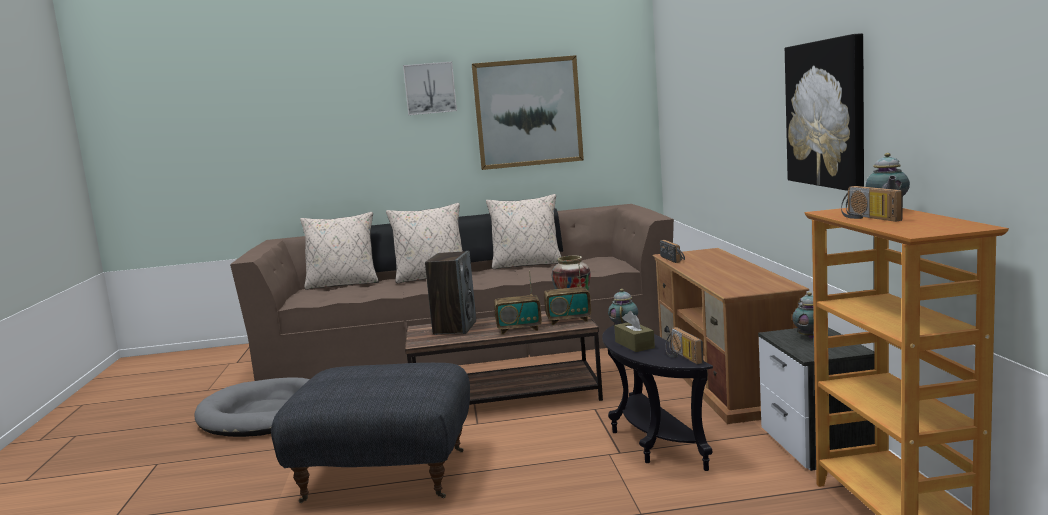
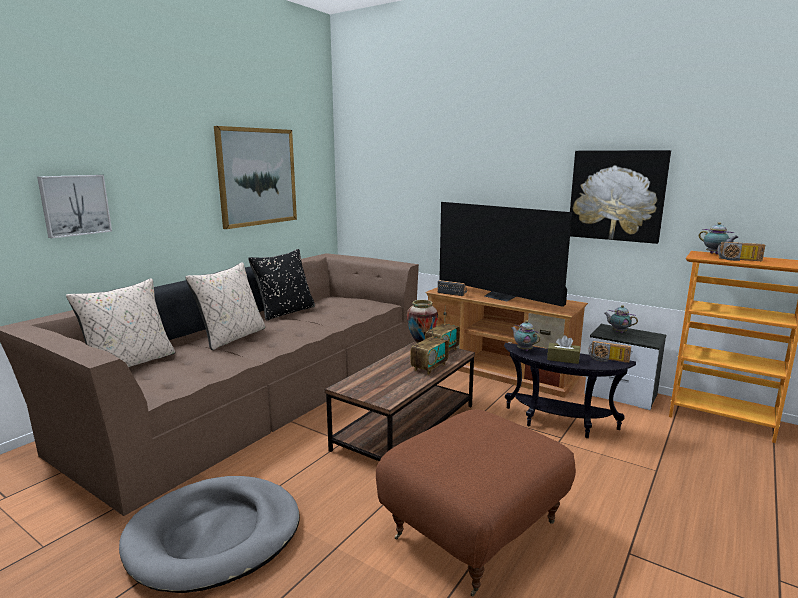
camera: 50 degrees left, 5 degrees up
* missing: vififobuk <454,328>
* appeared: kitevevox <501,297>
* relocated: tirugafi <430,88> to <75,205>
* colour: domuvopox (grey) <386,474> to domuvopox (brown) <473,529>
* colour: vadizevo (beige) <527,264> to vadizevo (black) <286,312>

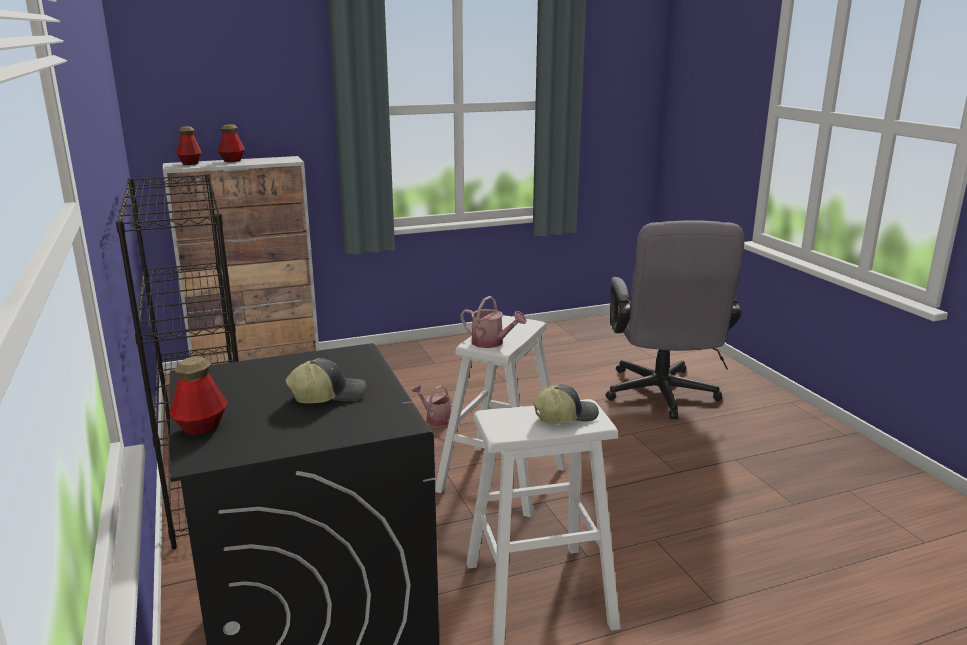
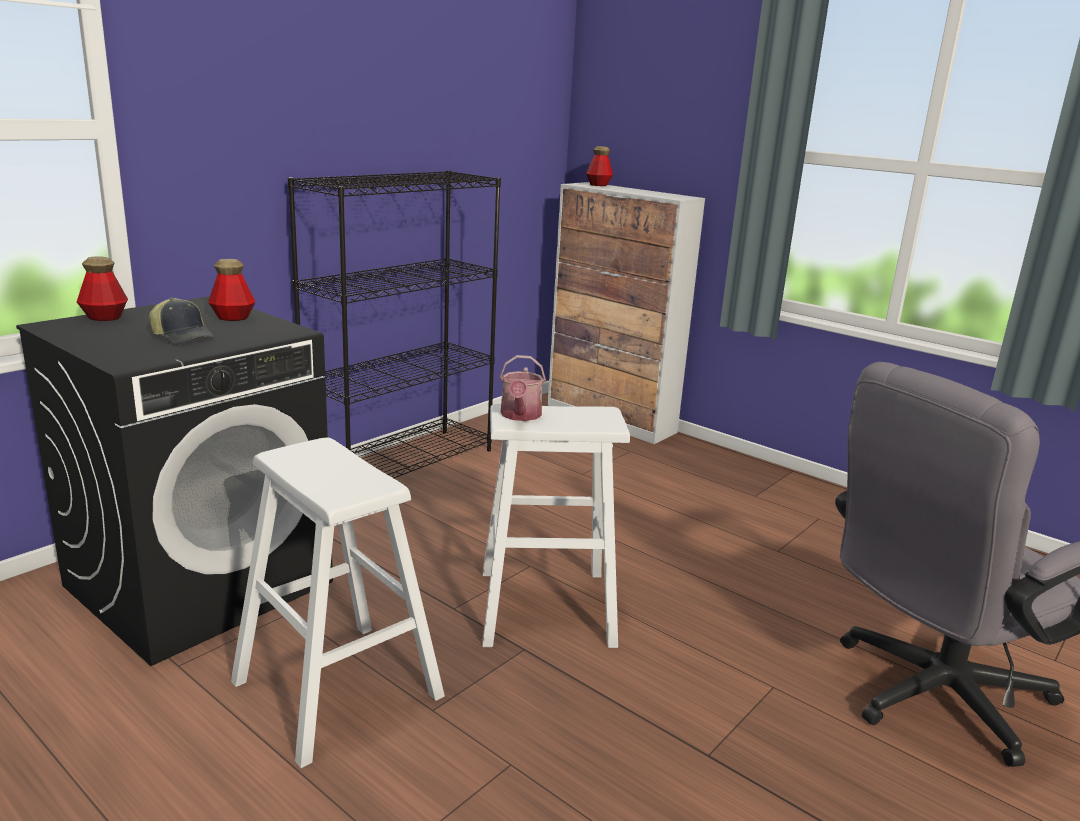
camera: 60 degrees right, 0 degrees up
* missing: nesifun <435,418>
* missing: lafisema <565,415>
* relocated: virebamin <232,160> to <233,317>

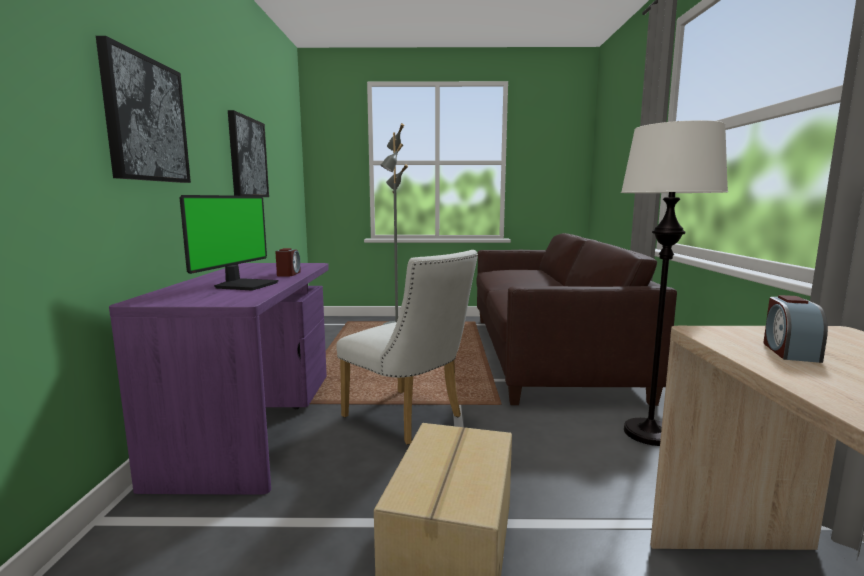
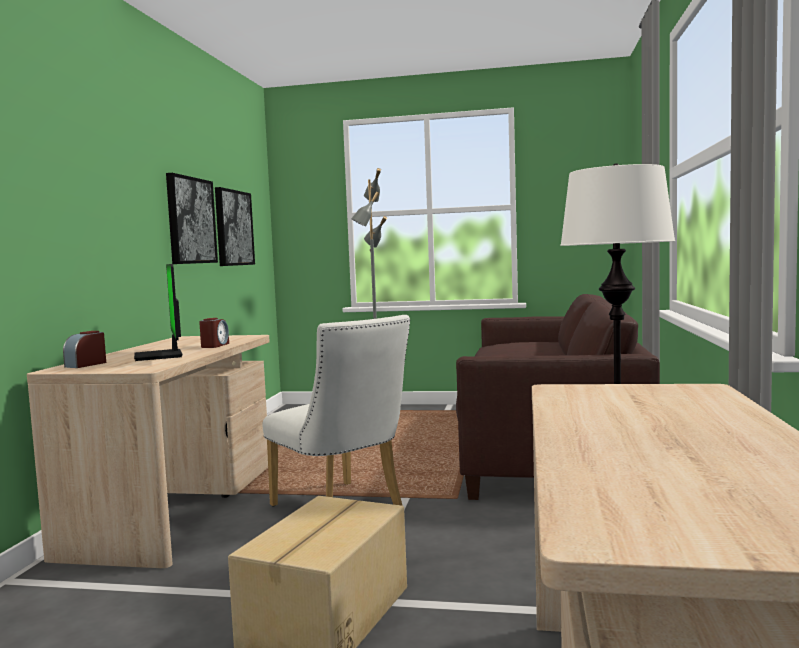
camera: 10 degrees right, 5 degrees down
* relocated: tirugafi <145,120> to <233,228>
* relocated: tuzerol <789,351> to <86,364>
* colour: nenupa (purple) <255,423> to nenupa (beige) <178,509>
* spun: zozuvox <245,285> = <161,356> 135 degrees clockwise

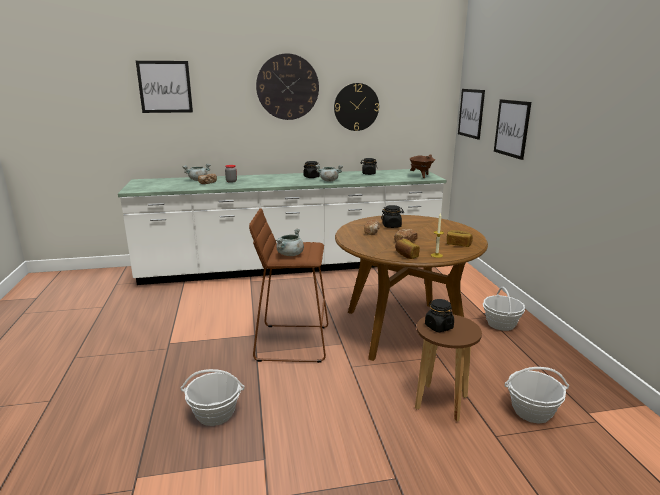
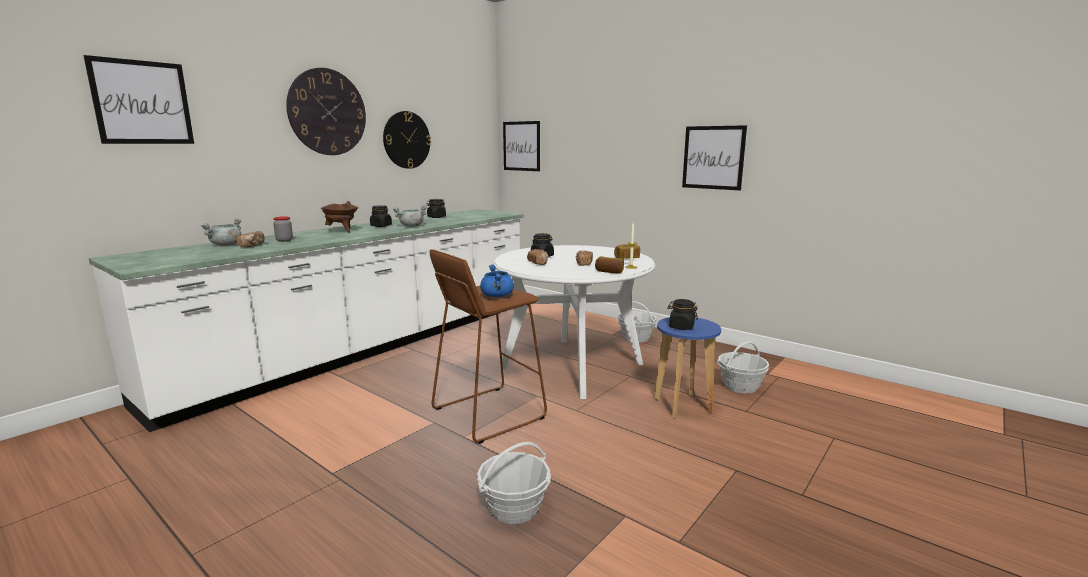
camera: 40 degrees left, 5 degrees down
* relocated: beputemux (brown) <420,176> to <342,231>
* relocated: tirugafi <511,128> to <713,157>
* colour: beputemux (grey) <290,255> to beputemux (blue) <497,296>
* colour: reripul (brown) <403,329> to reripul (white) <572,366>
* colour: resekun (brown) <441,403> to resekun (blue) <683,406>

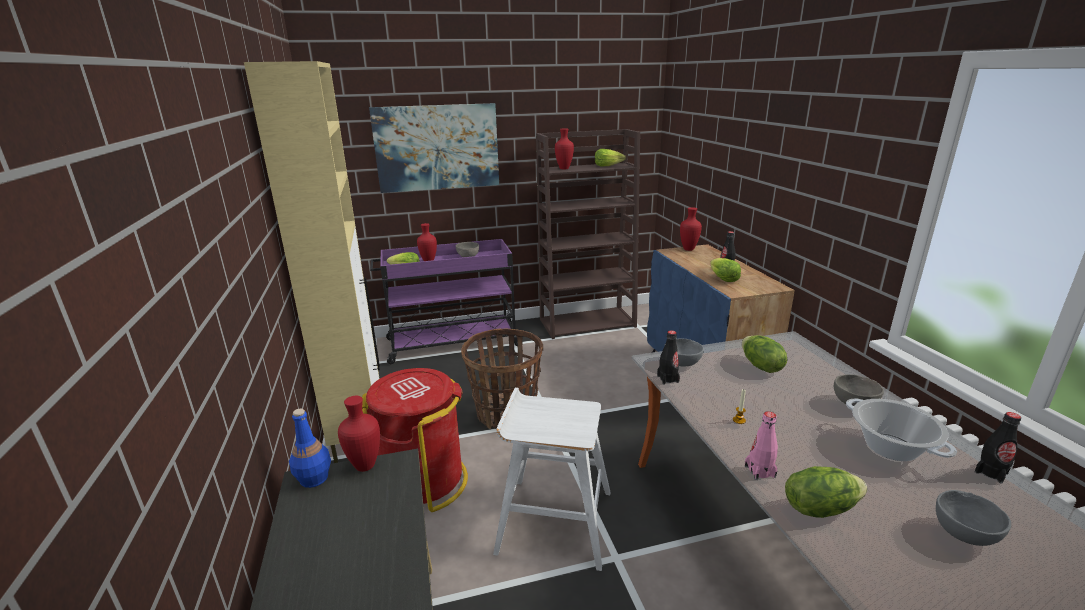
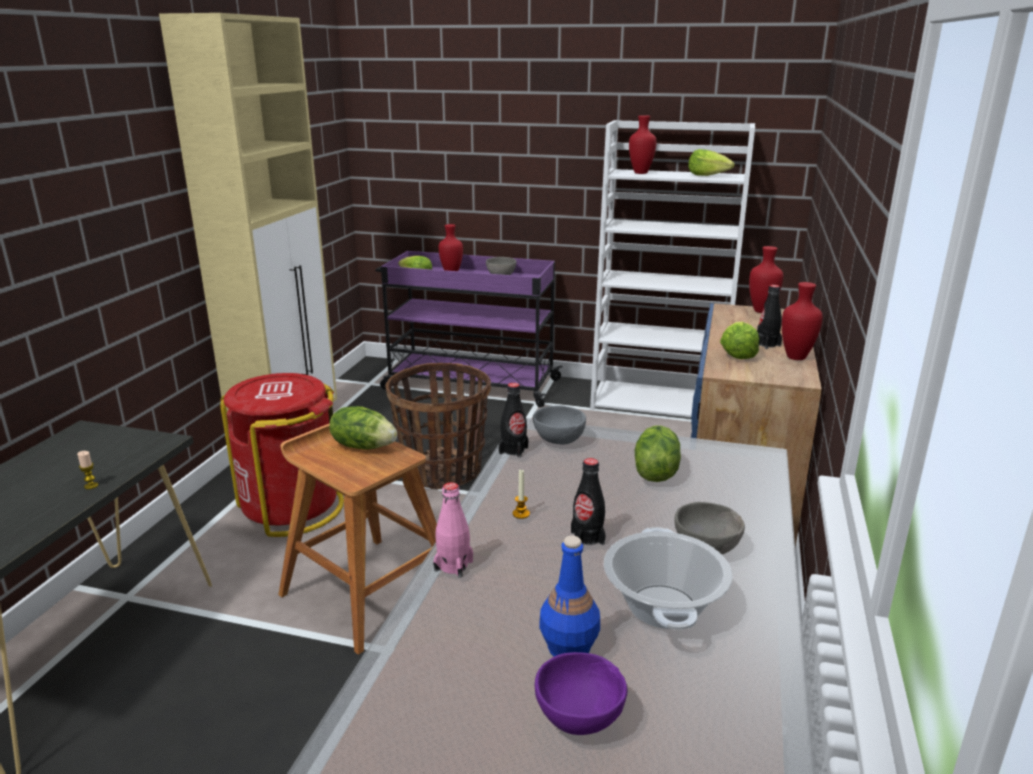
camera: 30 degrees right, 0 degrees up
* missing: tirugafi <437,147>
* appeared: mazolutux <91,486>
* relocated: virebamin (blue) <313,478> to <568,647>
* relocated: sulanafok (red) <364,465> to <795,357>
* relocated: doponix <819,508> to <363,446>
* relocated: virebamin (black) <991,473> to <587,538>
* colour: resekun (white) <554,521> to resekun (brown) <368,590>
* colour: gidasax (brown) <588,322> to gidasax (white) <659,402>
* colour: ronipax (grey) <965,534> to ronipax (purple) <580,719>

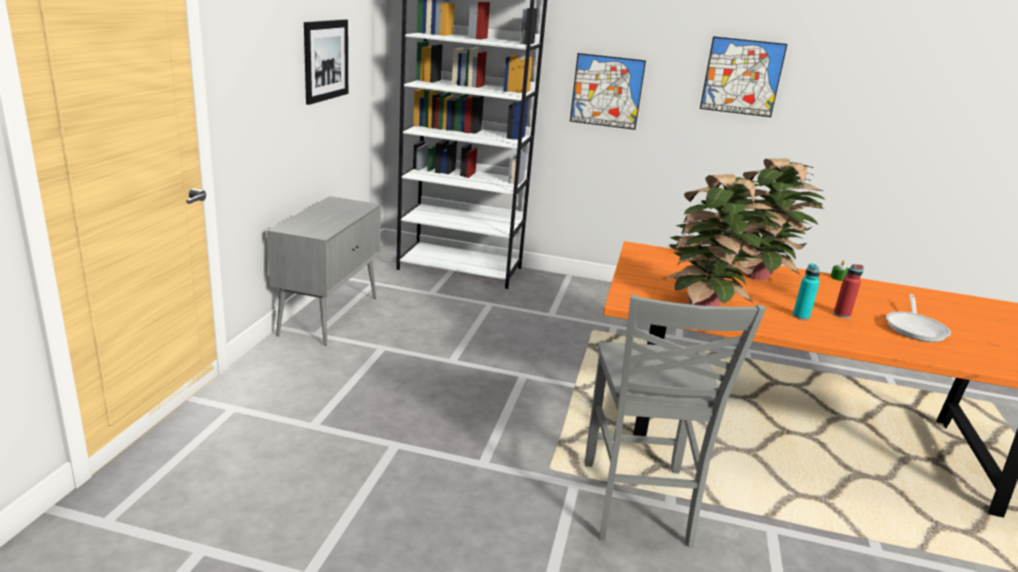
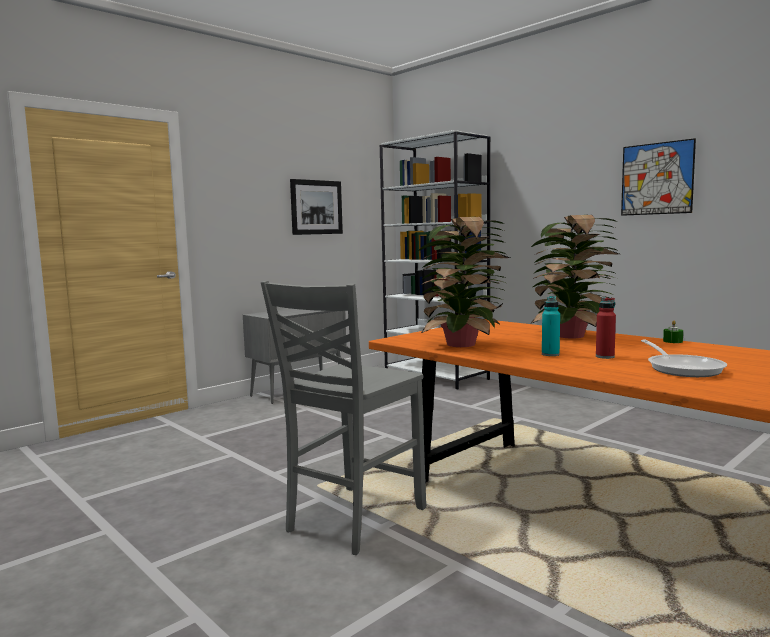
camera: 35 degrees right, 15 degrees down
* missing: tirugafi <606,91>
* spun: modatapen <915,328> = <682,368> 60 degrees counterclockwise

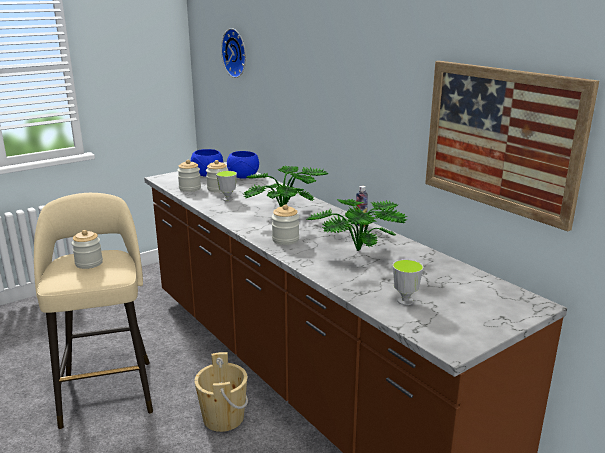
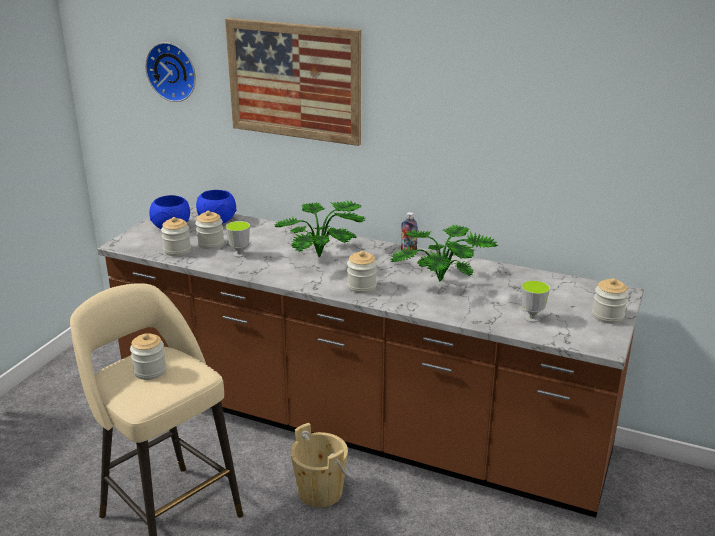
camera: 30 degrees left, 5 degrees up
* appeared: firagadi <607,316>
* relocated: tirugafi <501,139> to <294,81>

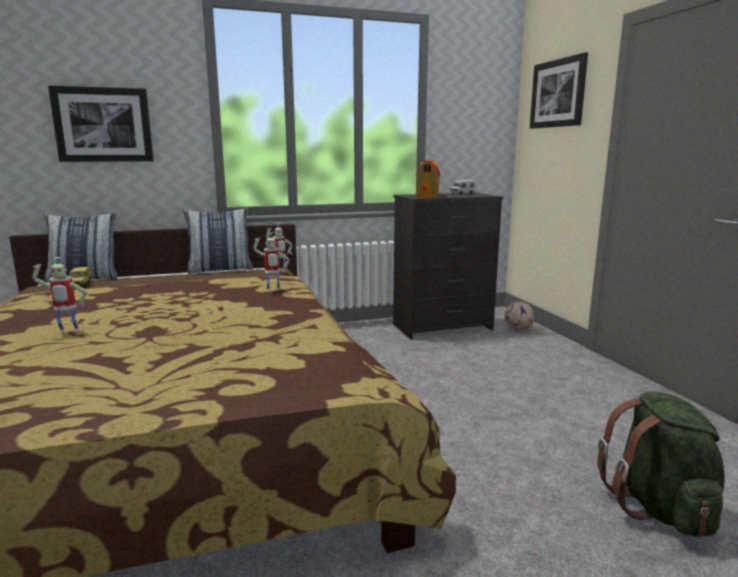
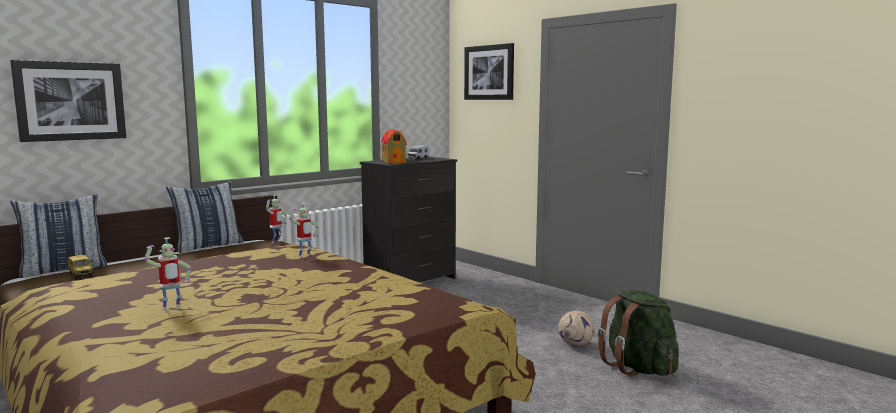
camera: 25 degrees left, 5 degrees down
* relocated: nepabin <518,329> to <576,345>

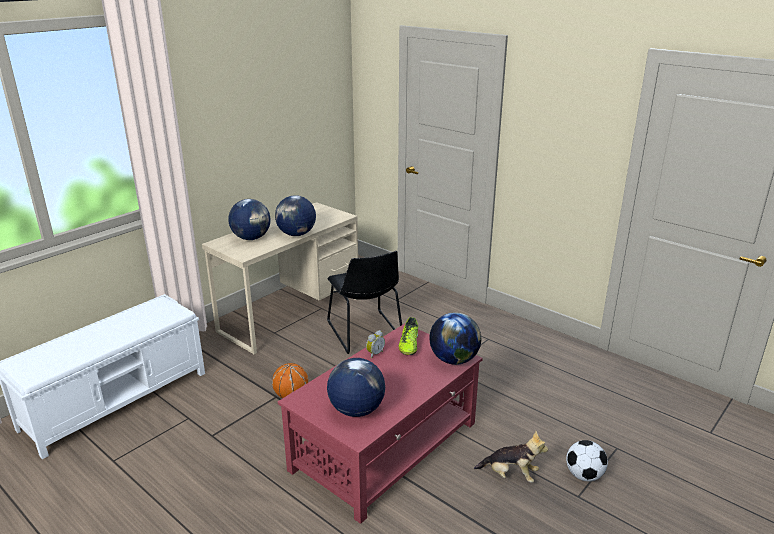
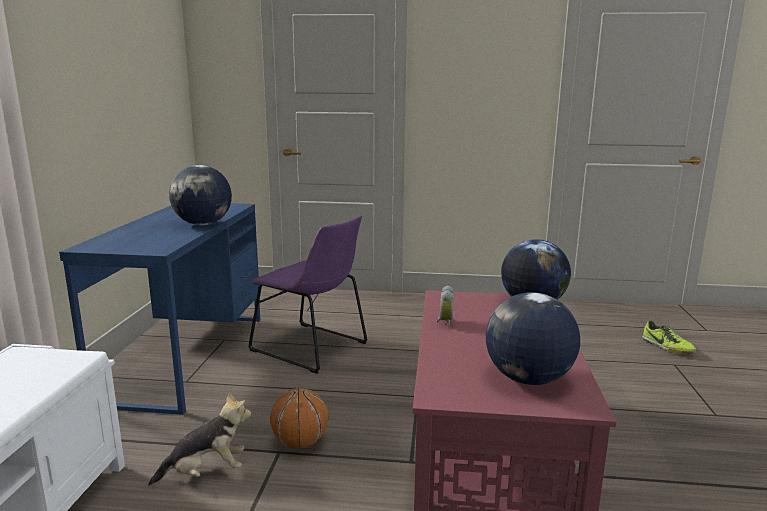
camera: 35 degrees left, 10 degrees down
* missing: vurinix <251,238>
* missing: nepabin <584,475>
* relocated: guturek <409,345> to <667,347>
* relocated: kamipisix <510,475> to <206,472>
* colour: nenupa (beige) <290,314> to nenupa (blue) <188,356>
* colour: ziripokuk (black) <365,333> to ziripokuk (purple) <312,348>

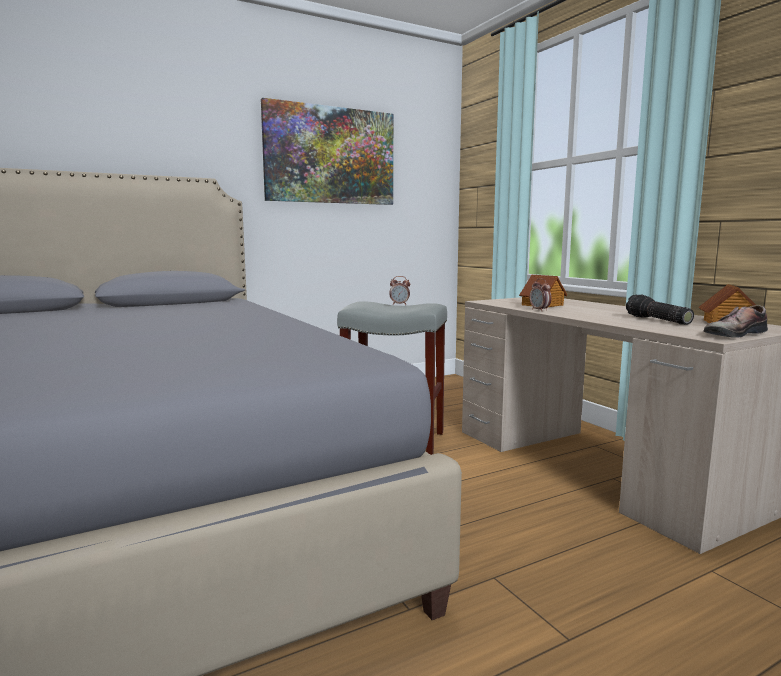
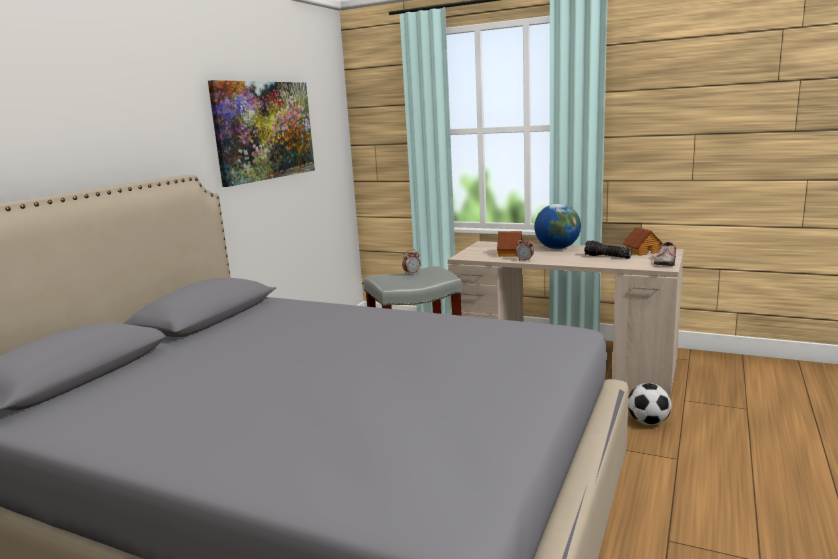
camera: 35 degrees left, 5 degrees up
* appeared: vurinix <557,248>
* appeared: nepabin <648,422>

